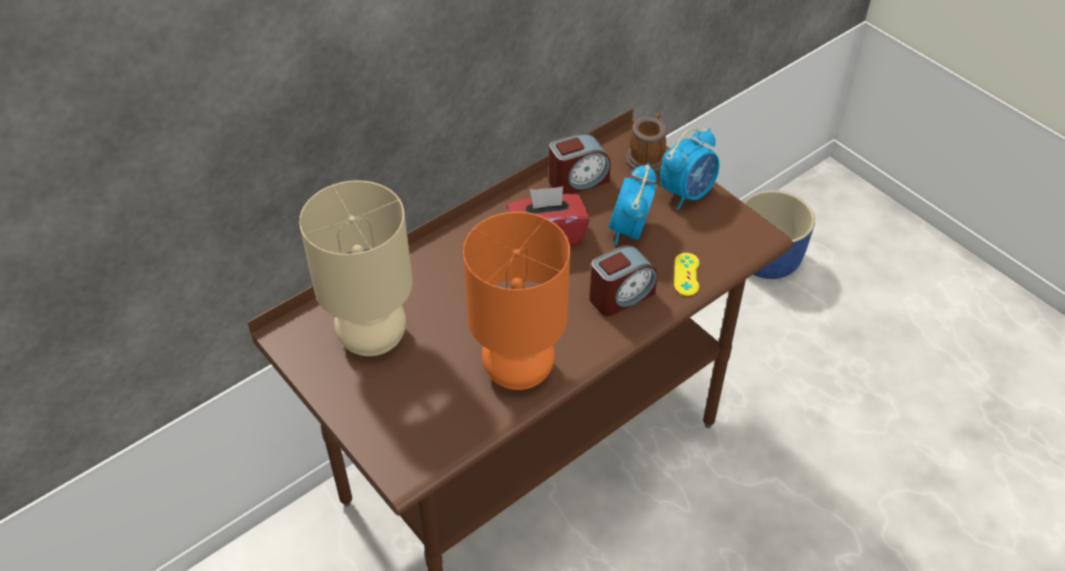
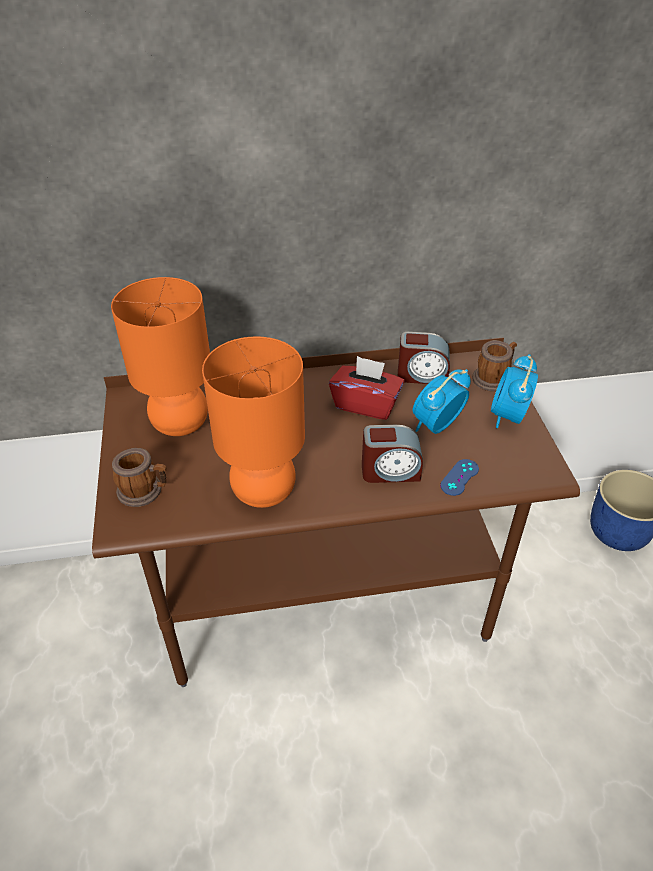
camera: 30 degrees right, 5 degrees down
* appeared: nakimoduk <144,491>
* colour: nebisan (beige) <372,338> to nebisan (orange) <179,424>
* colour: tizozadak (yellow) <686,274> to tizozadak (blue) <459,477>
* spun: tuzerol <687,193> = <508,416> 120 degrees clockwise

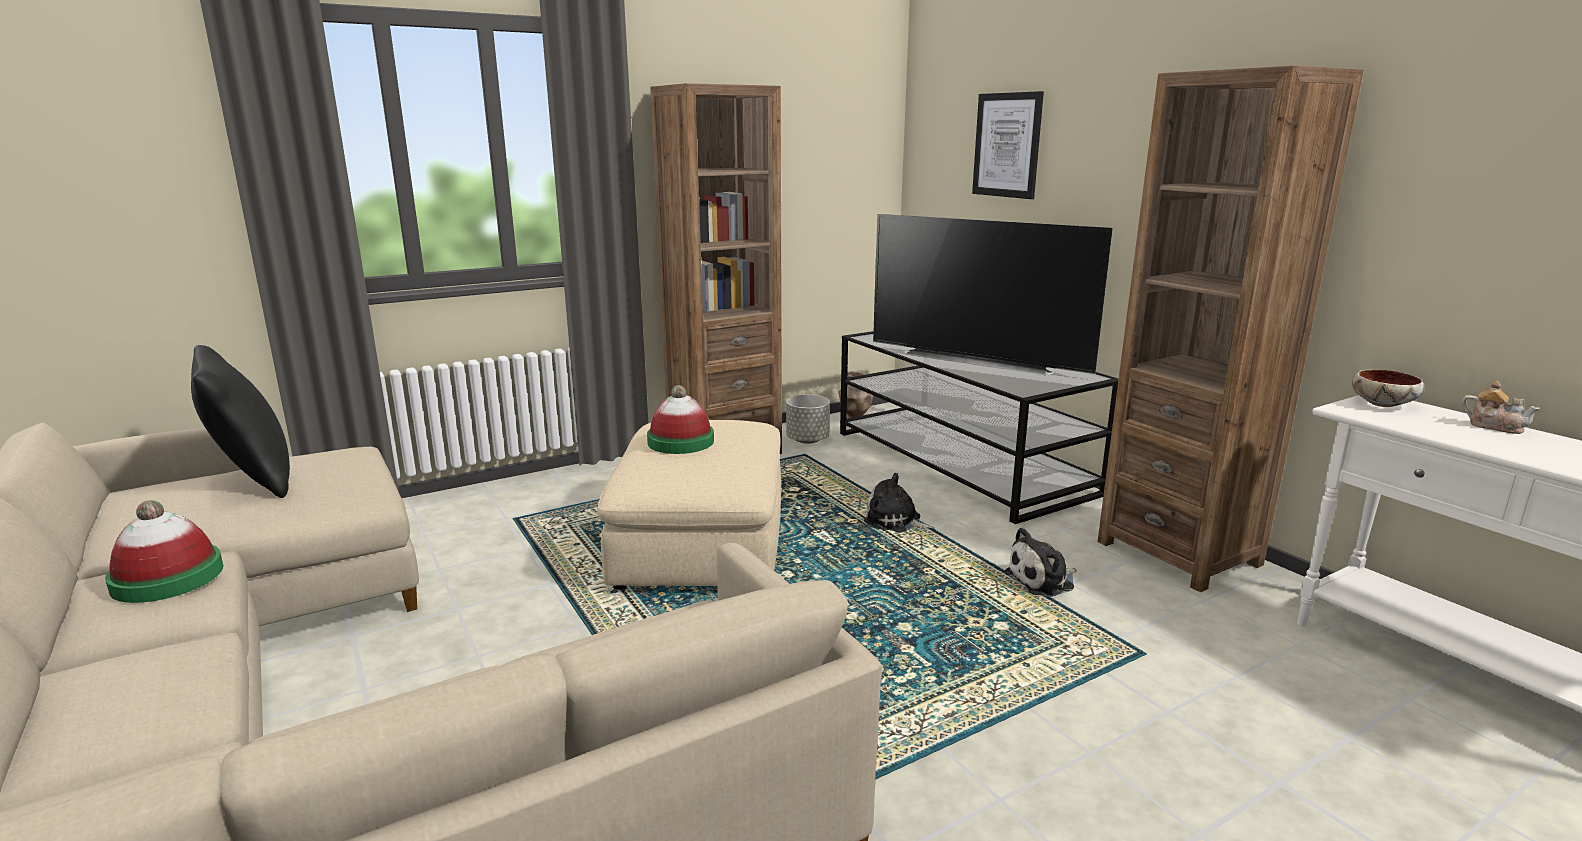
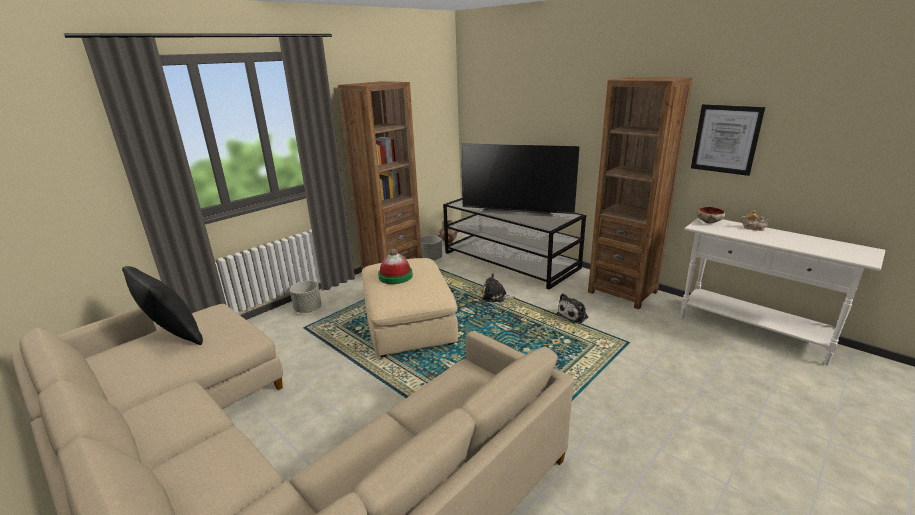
camera: 15 degrees left, 5 degrees up
* missing: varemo <167,578>
* appeared: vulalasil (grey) <308,309>
* relocated: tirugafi <1007,145> to <726,139>

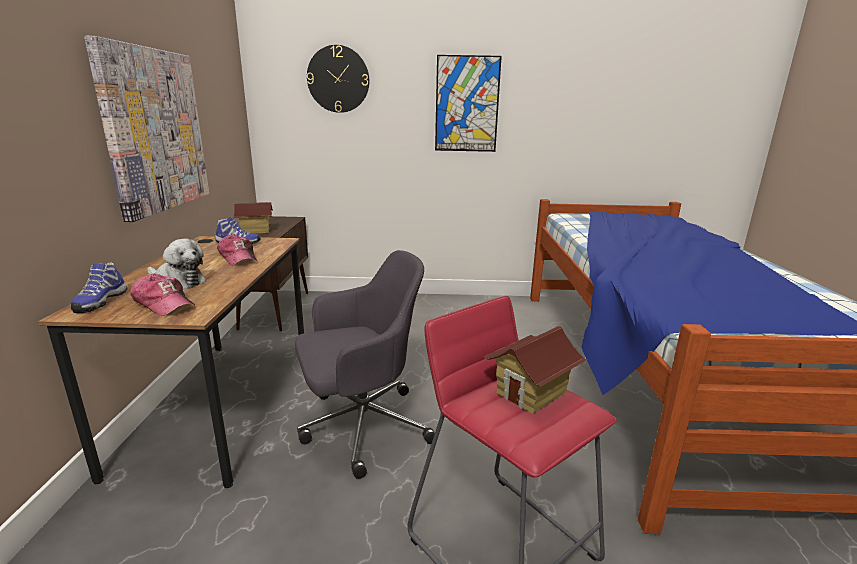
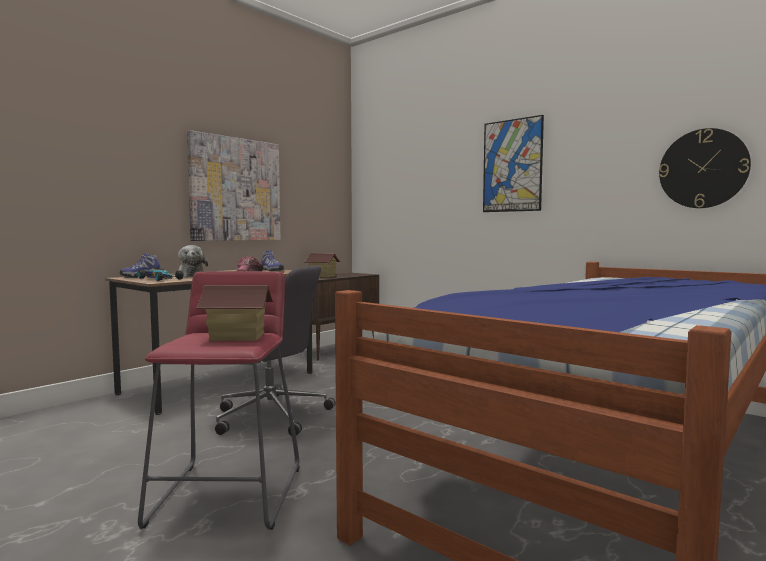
camera: 40 degrees right, 15 degrees down
* relocated: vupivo <338,79> to <703,168>
* exchanged: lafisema <164,304> to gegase <160,279>

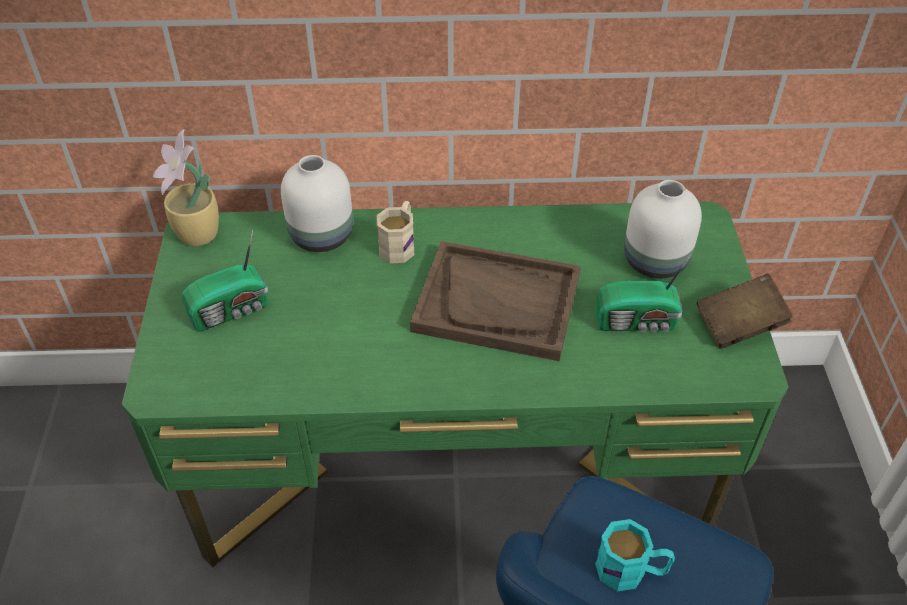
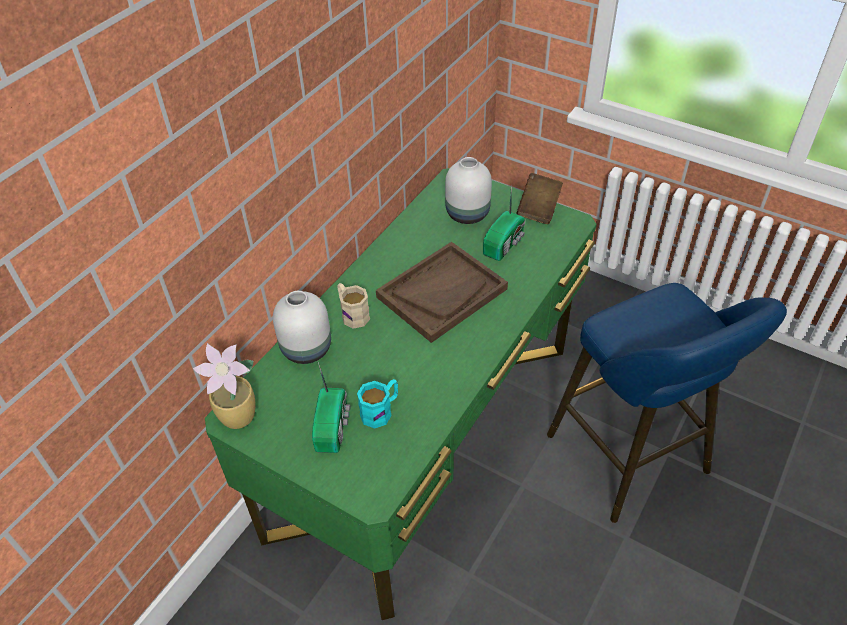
camera: 55 degrees left, 0 degrees up
* relocated: nakimoduk (turquoise) <631,571> to <381,411>

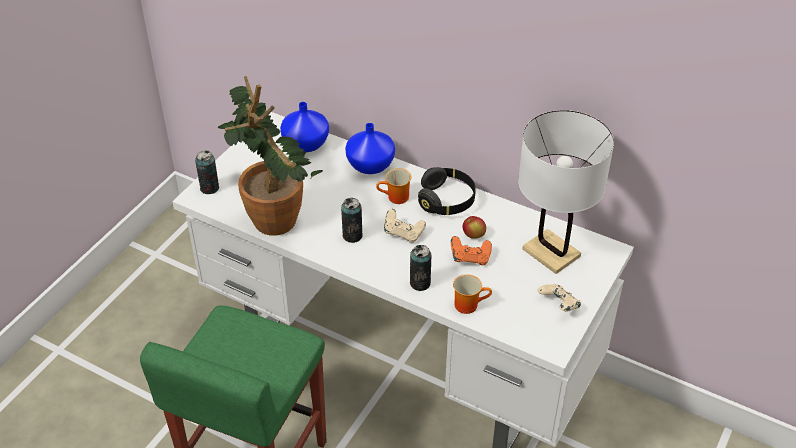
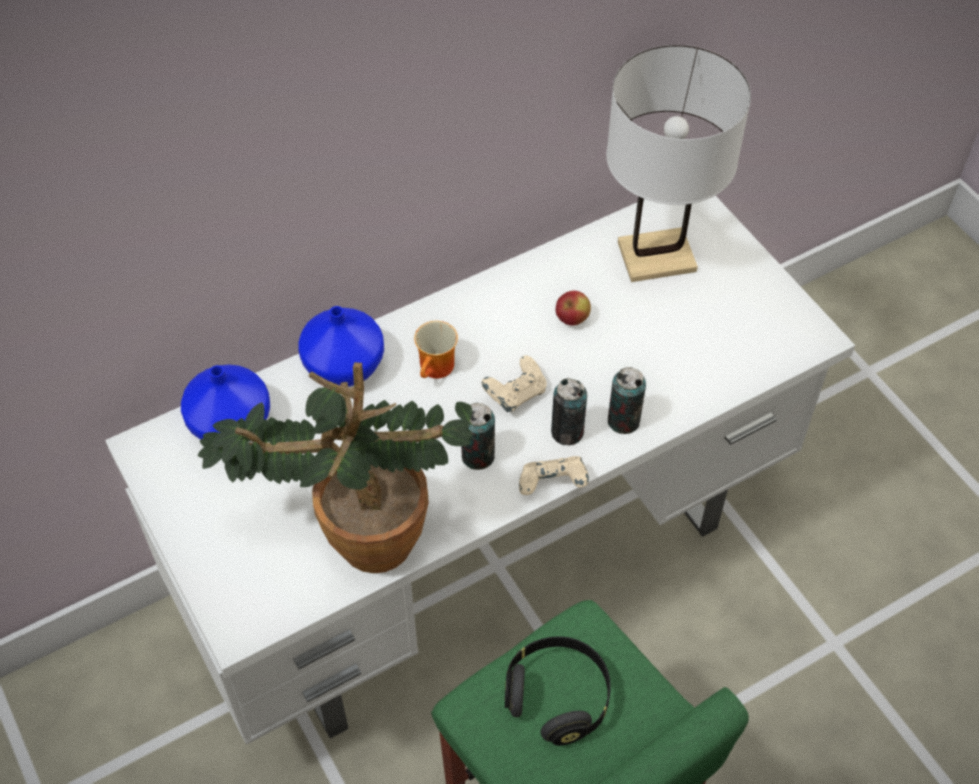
camera: 60 degrees left, 10 degrees up
* missing: tizozadak (orange) <470,258>
* missing: nakimoduk <468,304>
* relocated: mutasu <209,188> to <567,432>
* relocated: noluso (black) <446,201> to <558,697>
* relocated: tizozadak (beige) <558,305> to <552,485>

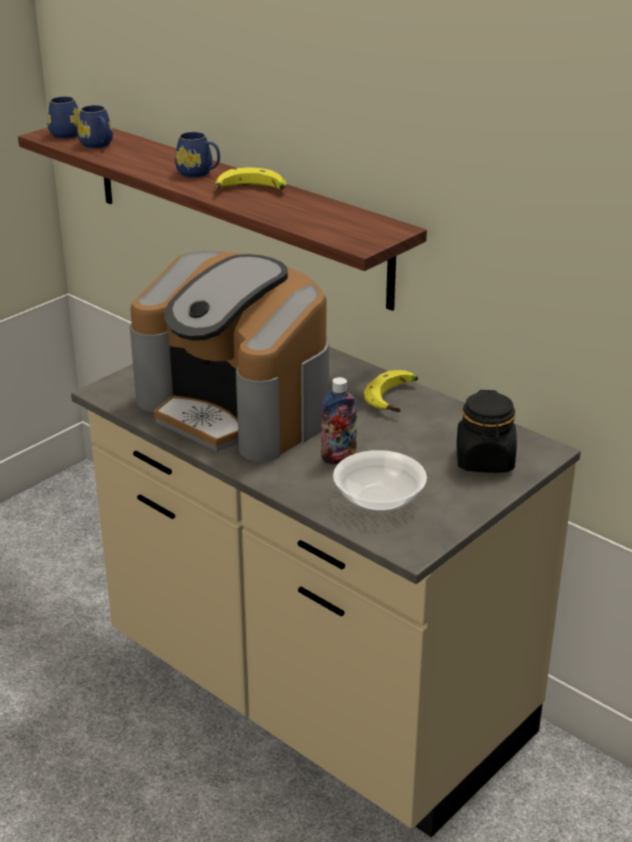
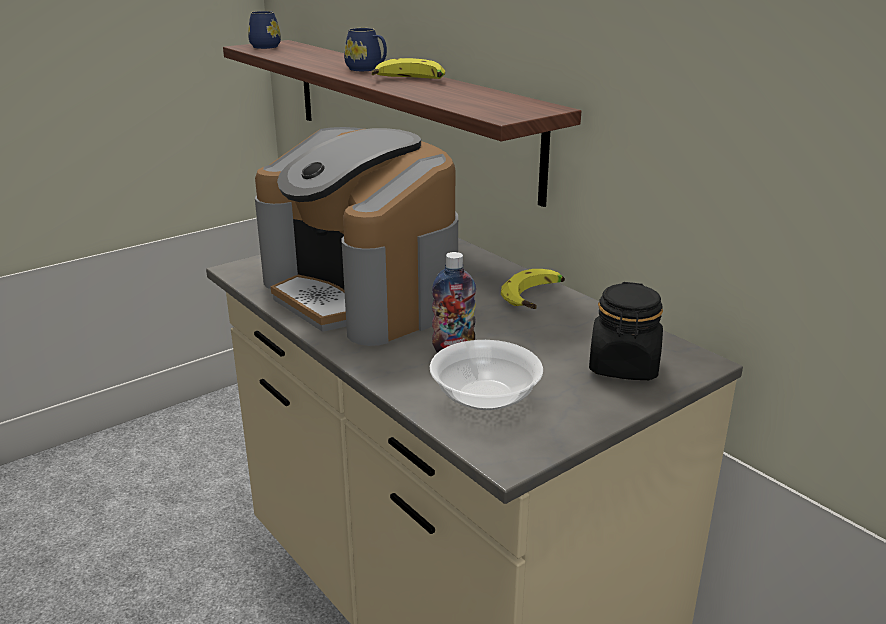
camera: 10 degrees right, 5 degrees down
* missing: nakimoduk (blue) <98,145>

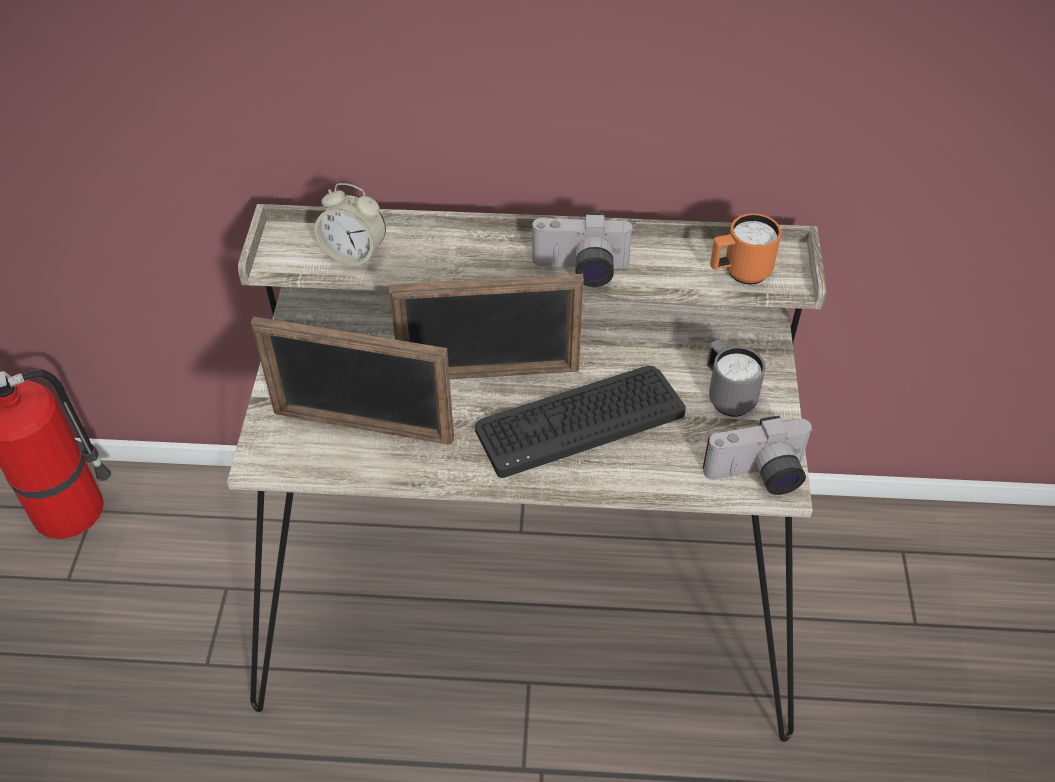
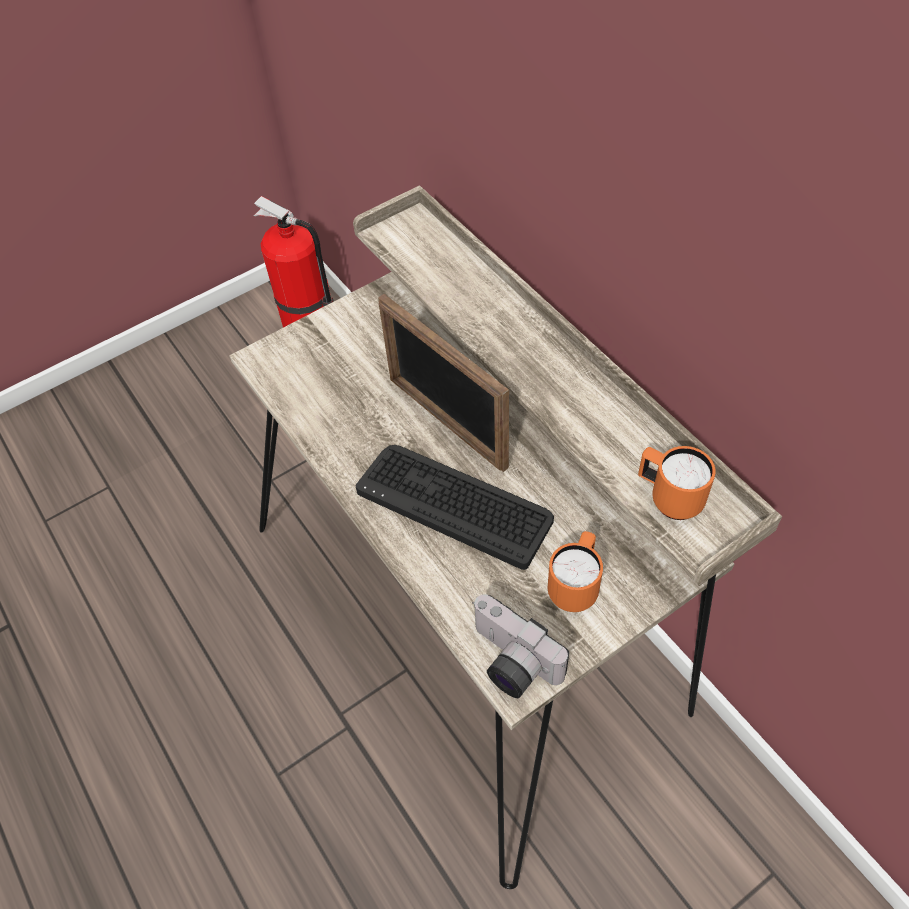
camera: 55 degrees right, 5 degrees up
* missing: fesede <362,427>
* missing: tuzerol <354,254>
* missing: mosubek <580,271>
* colour: nakimoduk (grey) <727,396> to nakimoduk (orange) <575,586>

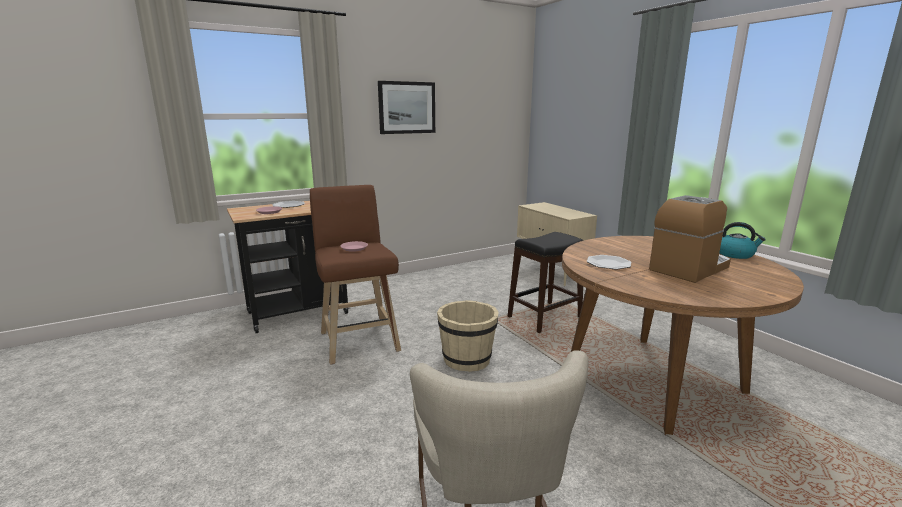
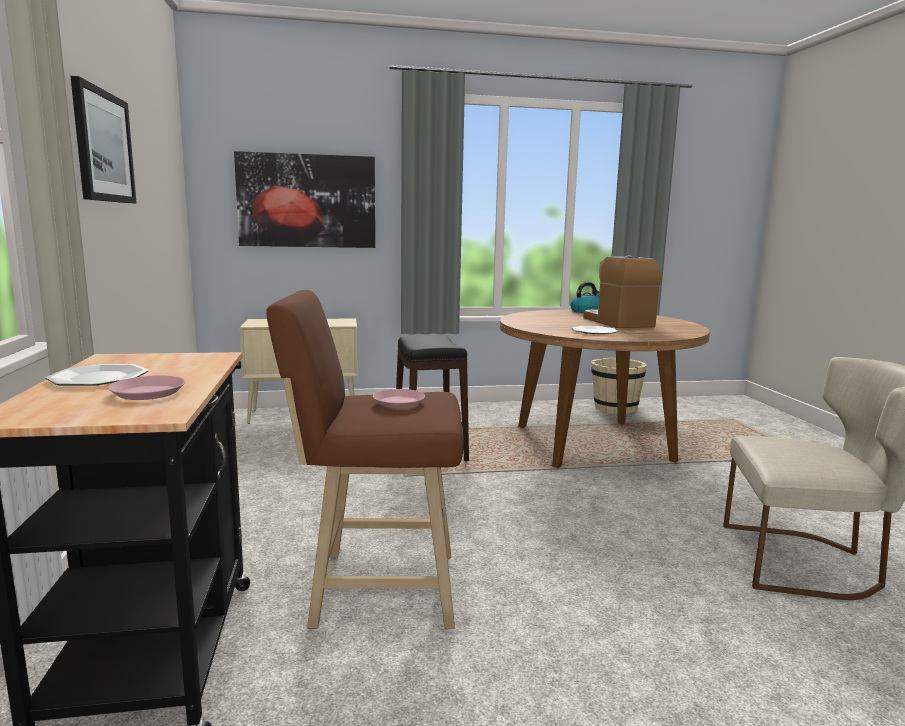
camera: 70 degrees left, 5 degrees down
* appeared: tirugafi <307,201>
* relocated: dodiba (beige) <467,359> to <615,408>

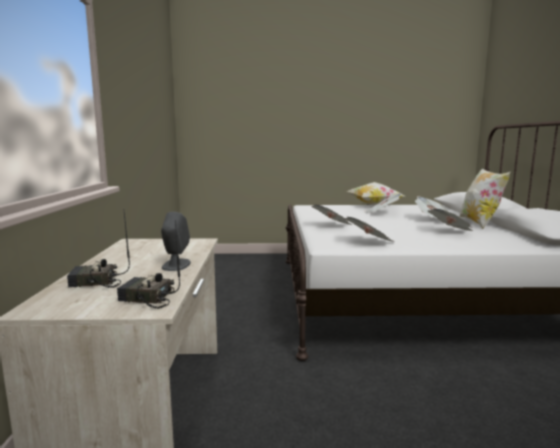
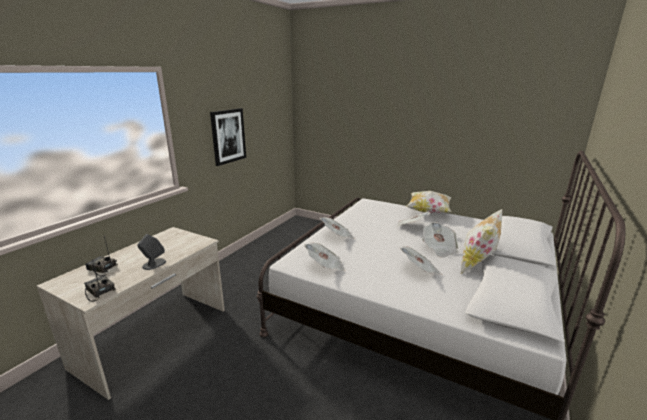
camera: 30 degrees right, 10 degrees up
* appeared: tirugafi <228,136>

